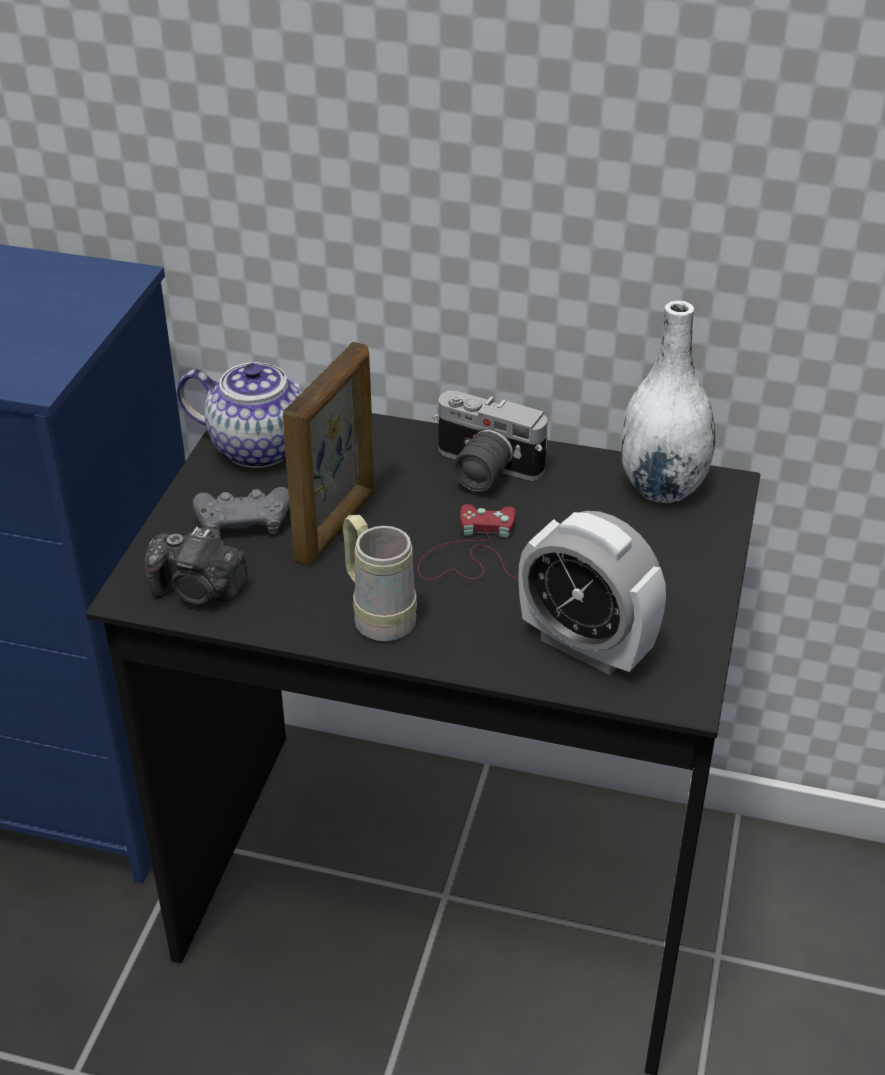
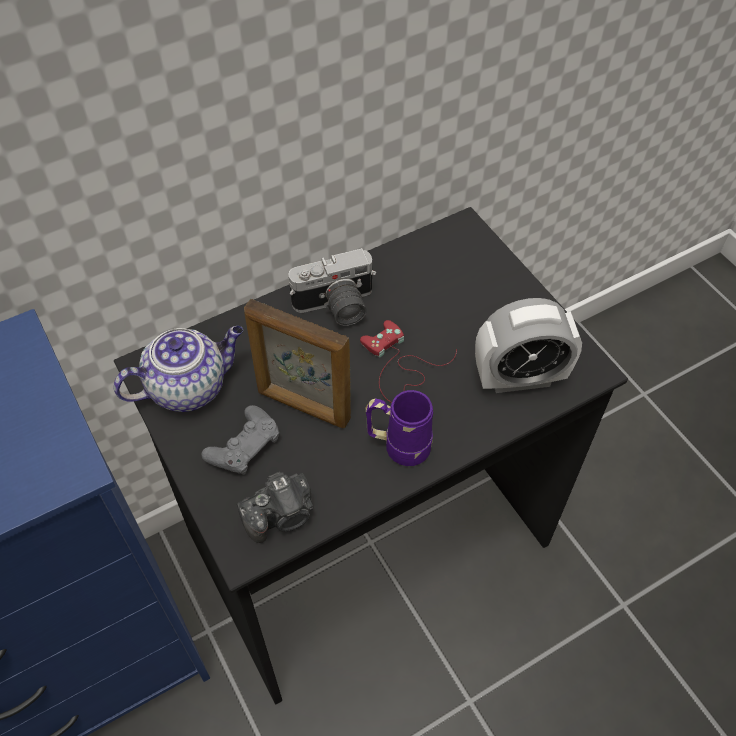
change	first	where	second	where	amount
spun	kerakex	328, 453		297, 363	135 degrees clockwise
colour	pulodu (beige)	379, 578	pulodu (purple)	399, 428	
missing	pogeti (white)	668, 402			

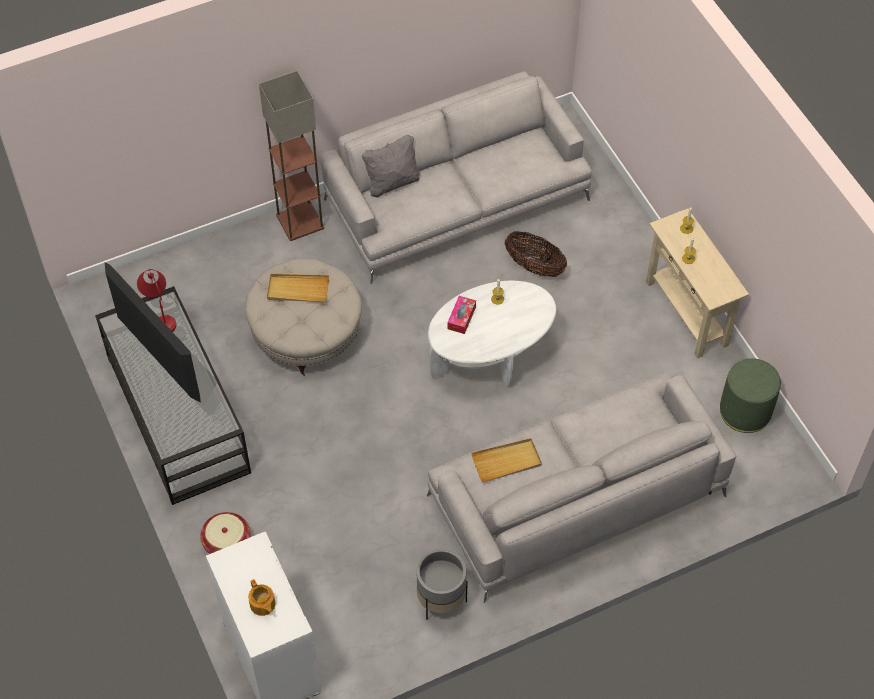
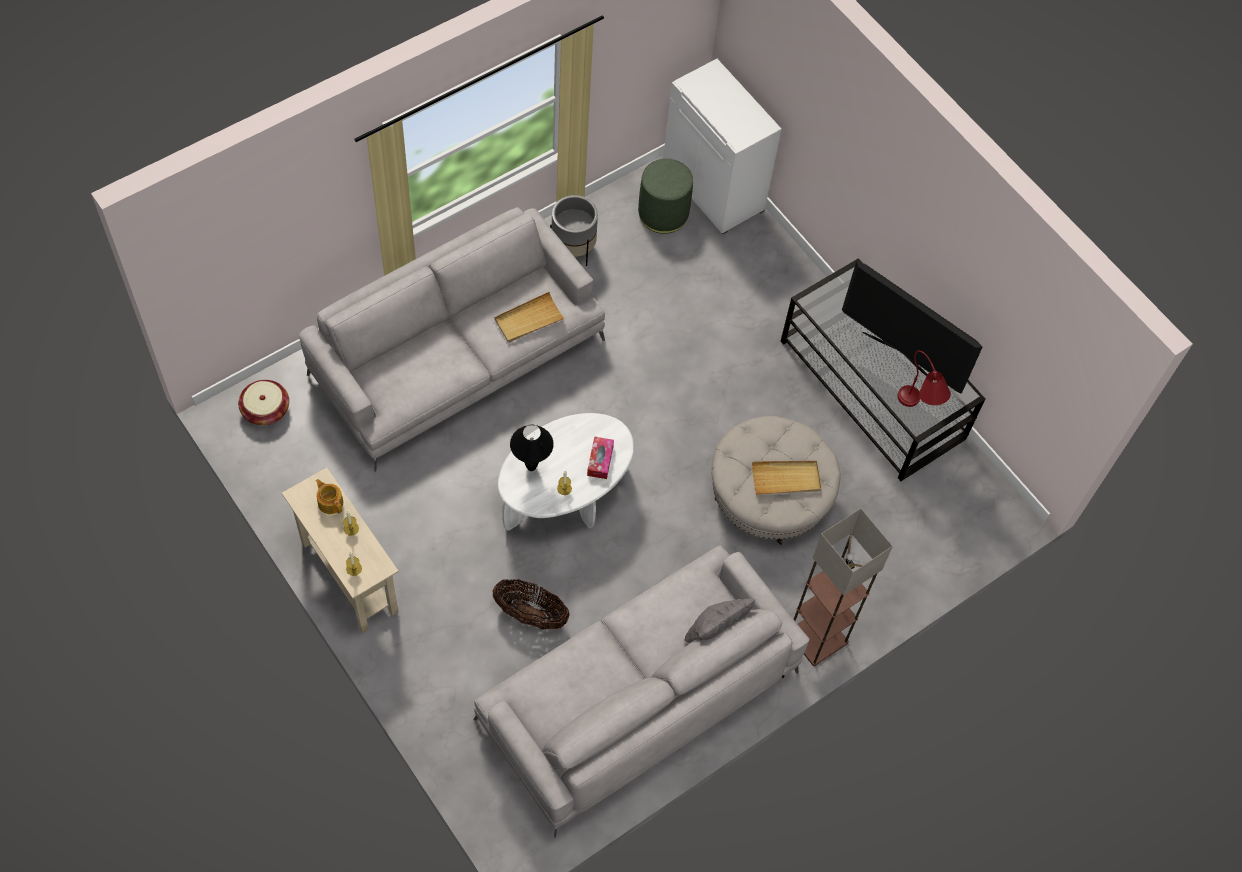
change	first	where	second	where	amount
relocated	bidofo	225, 533		263, 402	
relocated	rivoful	262, 597		329, 496	
appeared			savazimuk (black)	532, 448	
relocated	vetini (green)	750, 395		665, 196	

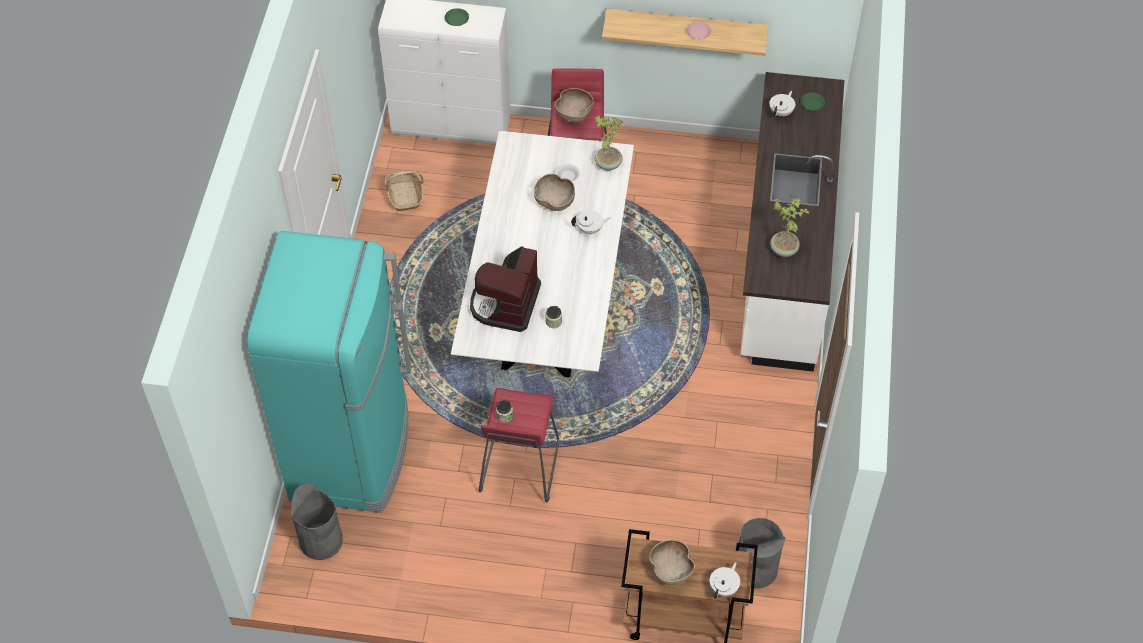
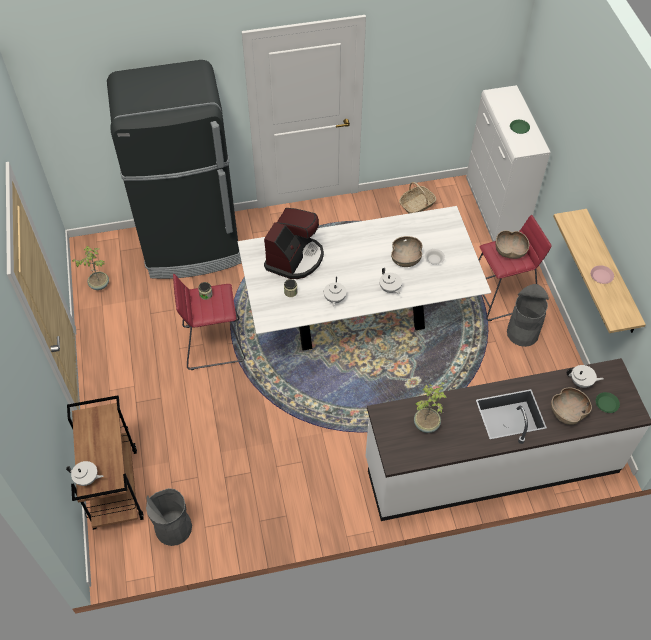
change	first	where	second	where	amount
relocated	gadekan	609, 143		90, 268	
colour	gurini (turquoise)	329, 372	gurini (black)	174, 169	
spun	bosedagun	505, 289		294, 243	120 degrees clockwise
appeared			rivoful (white)	335, 291	
relocated	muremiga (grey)	317, 522		528, 315	
relocated	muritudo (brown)	672, 562		571, 406	

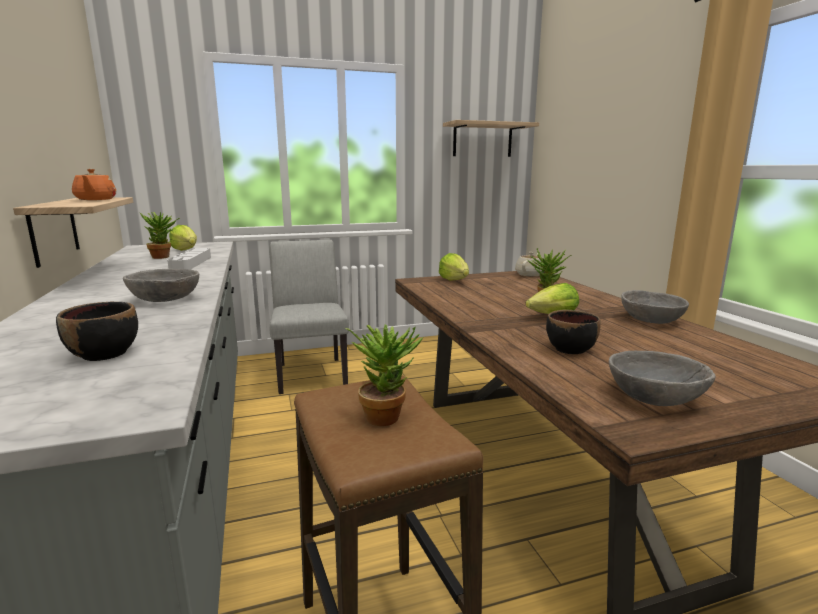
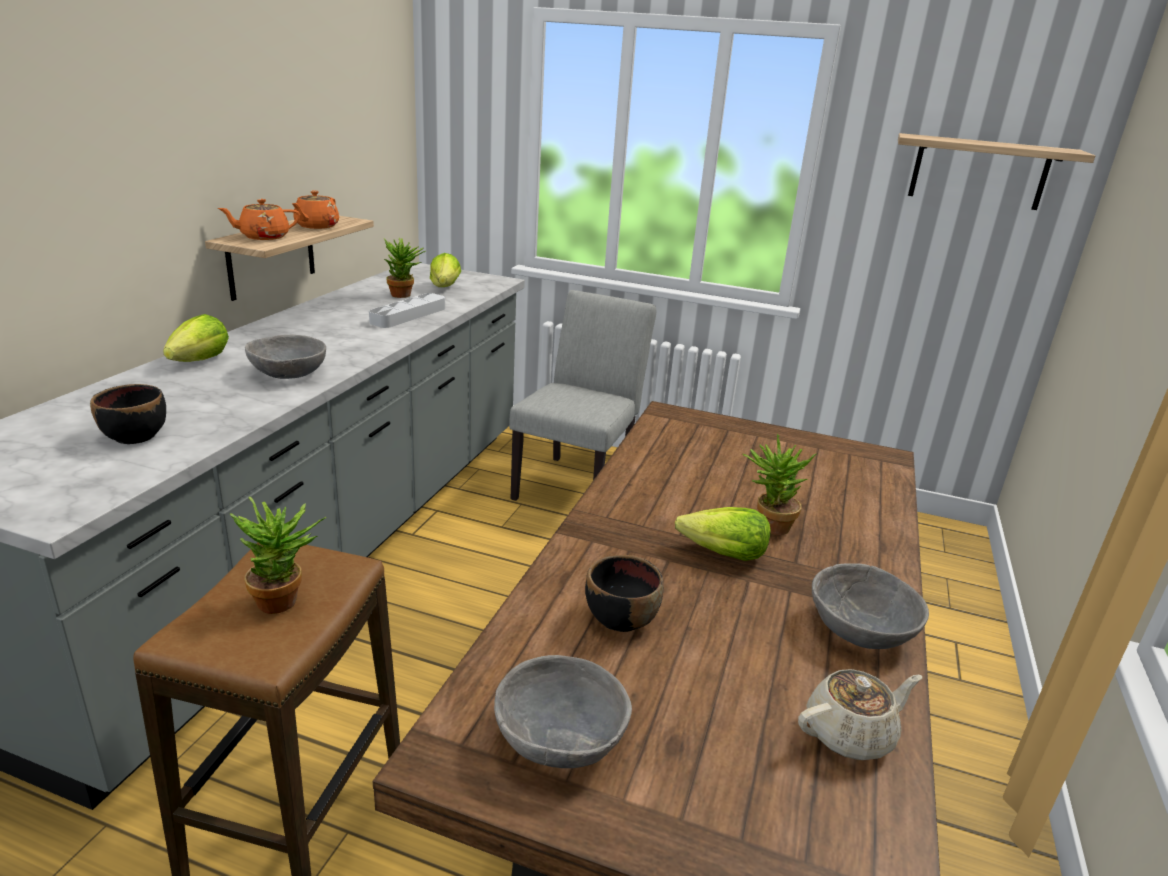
change	first	where	second	where	amount
relocated	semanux	454, 267		196, 338	
appeared			rivoful (orange)	259, 219	
relocated	rivoful (beige)	528, 264		860, 714	

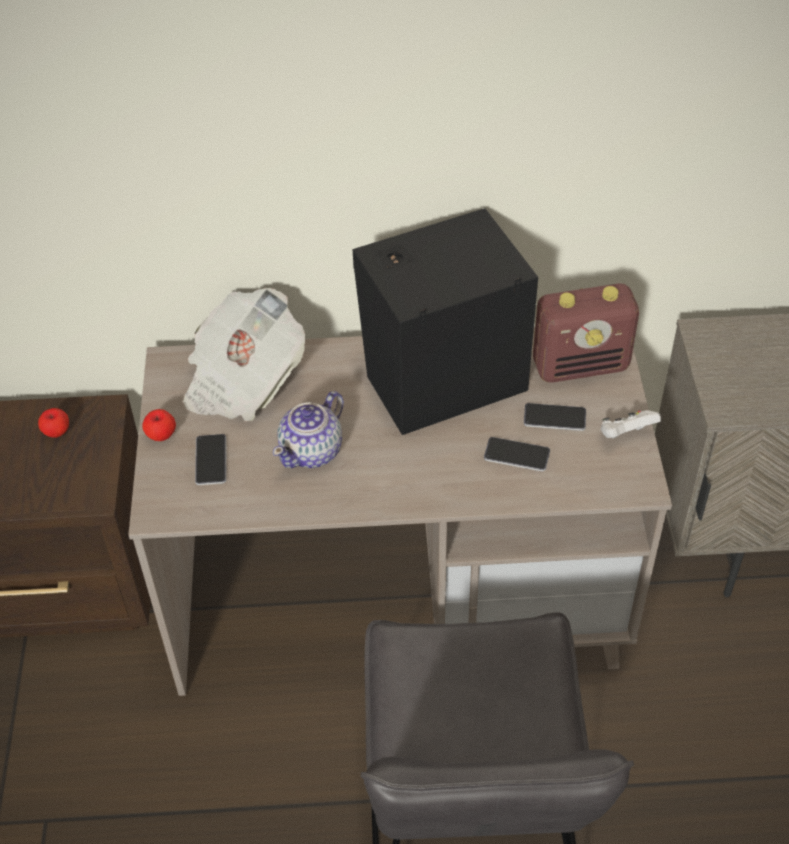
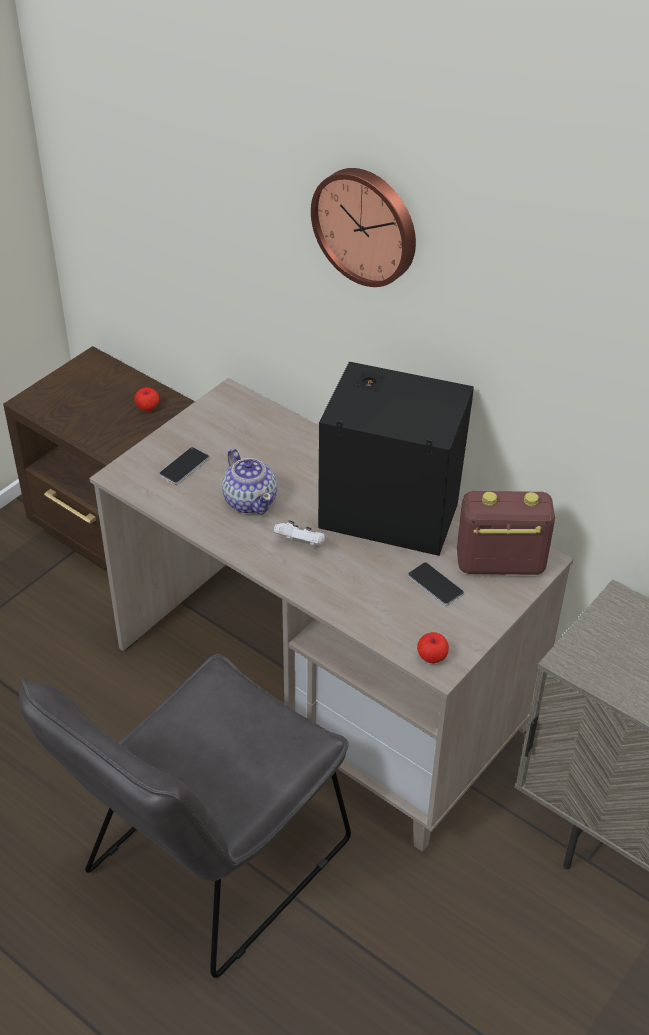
change	first	where	second	where	amount
spun	rivoful	308, 429		249, 481	105 degrees counterclockwise
relocated	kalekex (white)	630, 424		299, 533	
appeared			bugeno	363, 227	
relocated	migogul	159, 425		433, 647	
spun	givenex	586, 333		506, 533	150 degrees clockwise
missing	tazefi	244, 354			
missing	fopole	517, 454			

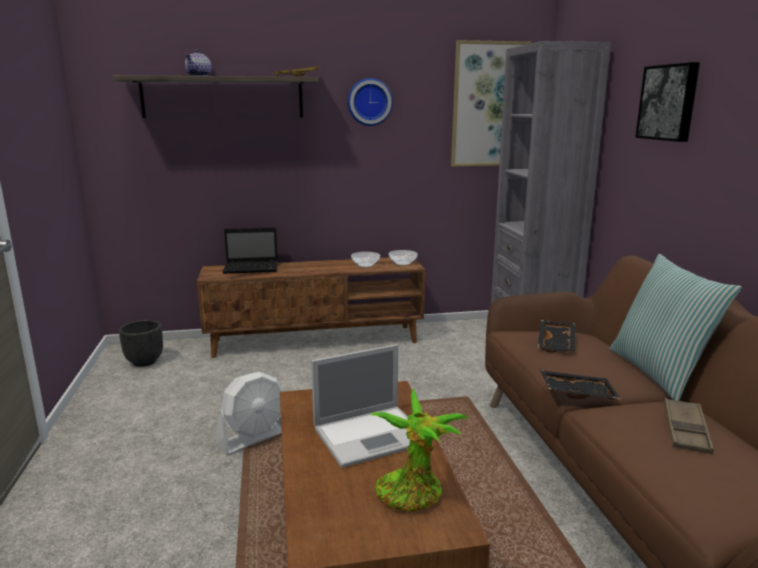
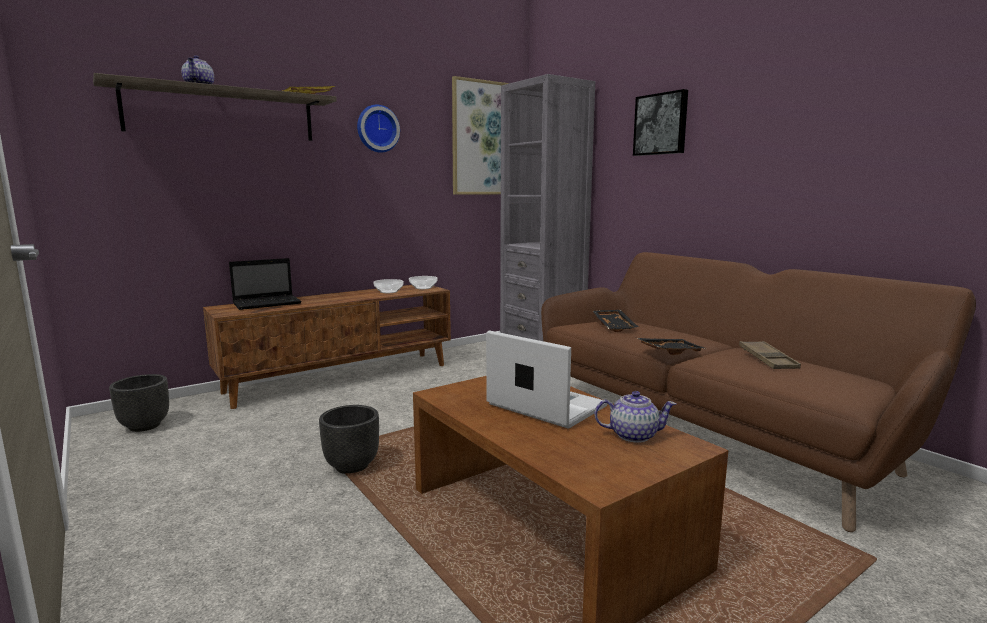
change	first	where	second	where	amount
exchanged	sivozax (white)	249, 413	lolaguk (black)	349, 439	
spun	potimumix	360, 406		546, 379	90 degrees counterclockwise
exchanged	gadekan	419, 450	rivoful	635, 417	
missing	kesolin	675, 327			

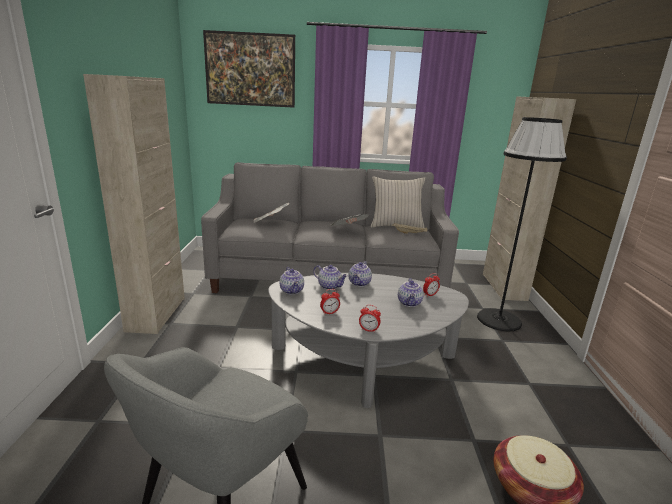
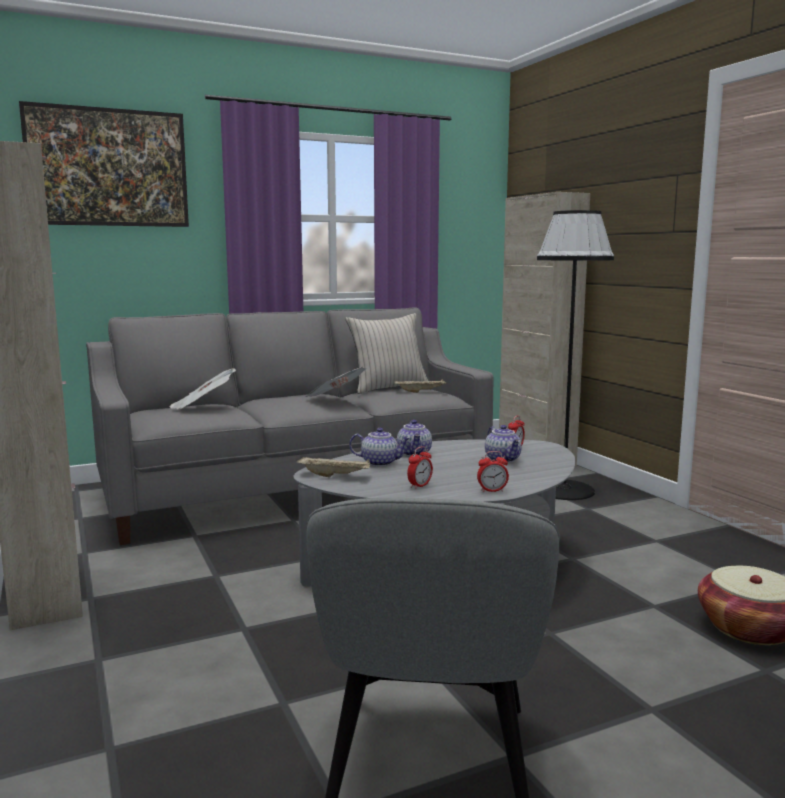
change	first	where	second	where	amount
exchanged	rivoful	291, 281	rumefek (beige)	333, 467	

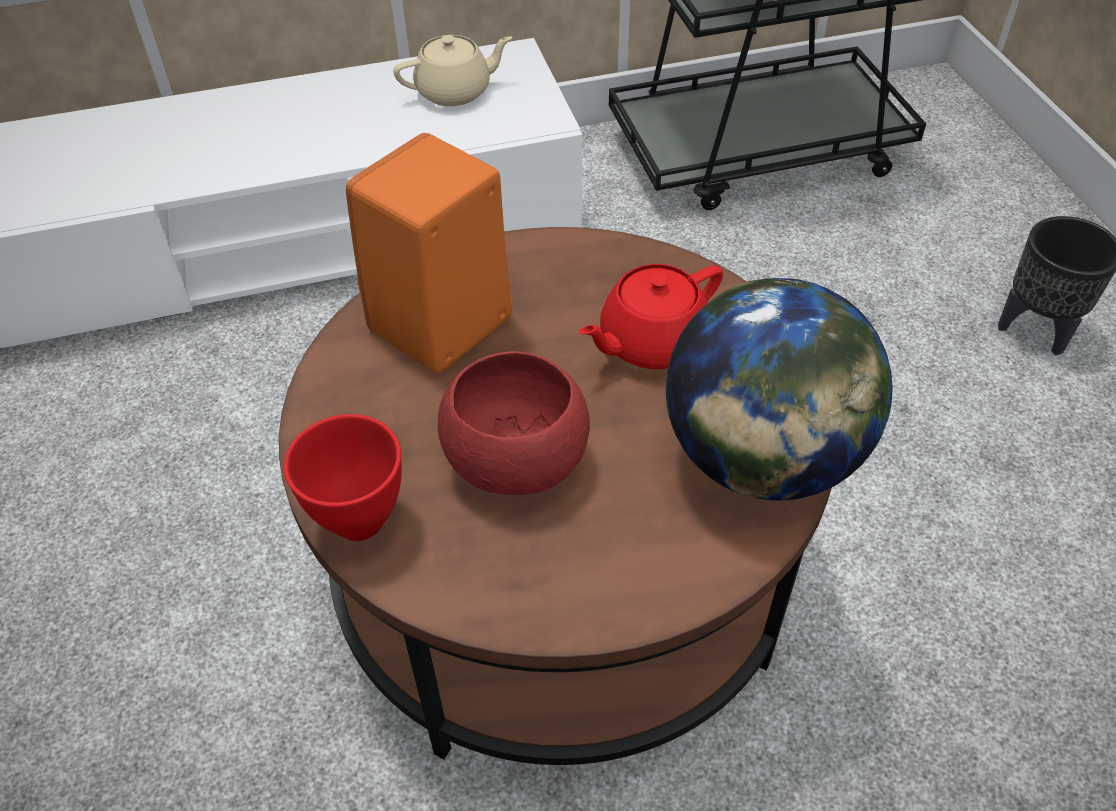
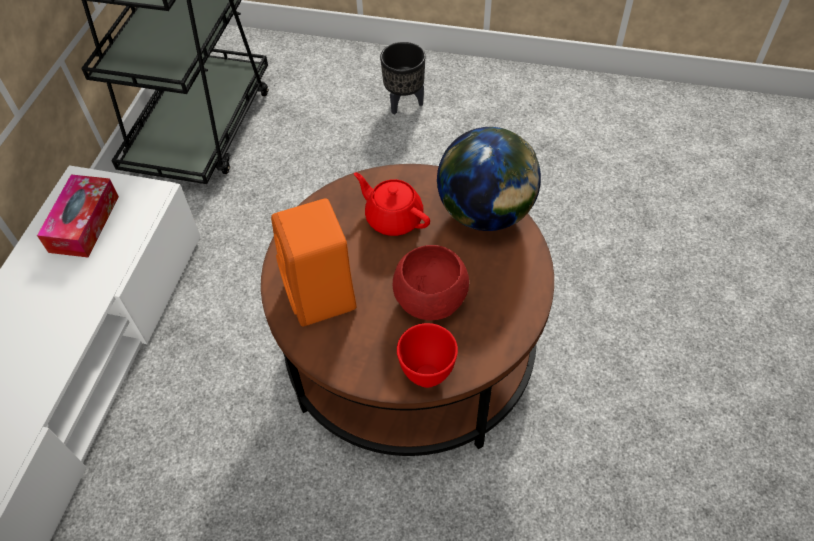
change	first	where	second	where	amount
exchanged	rivoful (beige)	453, 70	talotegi	78, 215	
spun	rivoful (red)	651, 316		392, 204	135 degrees clockwise

